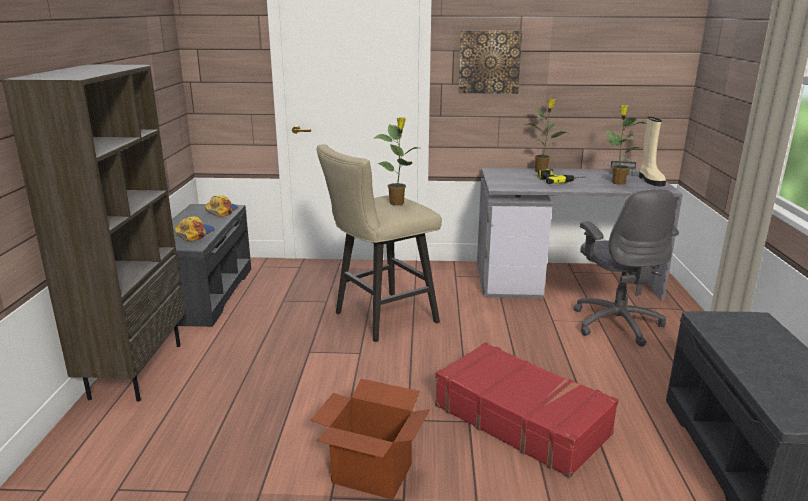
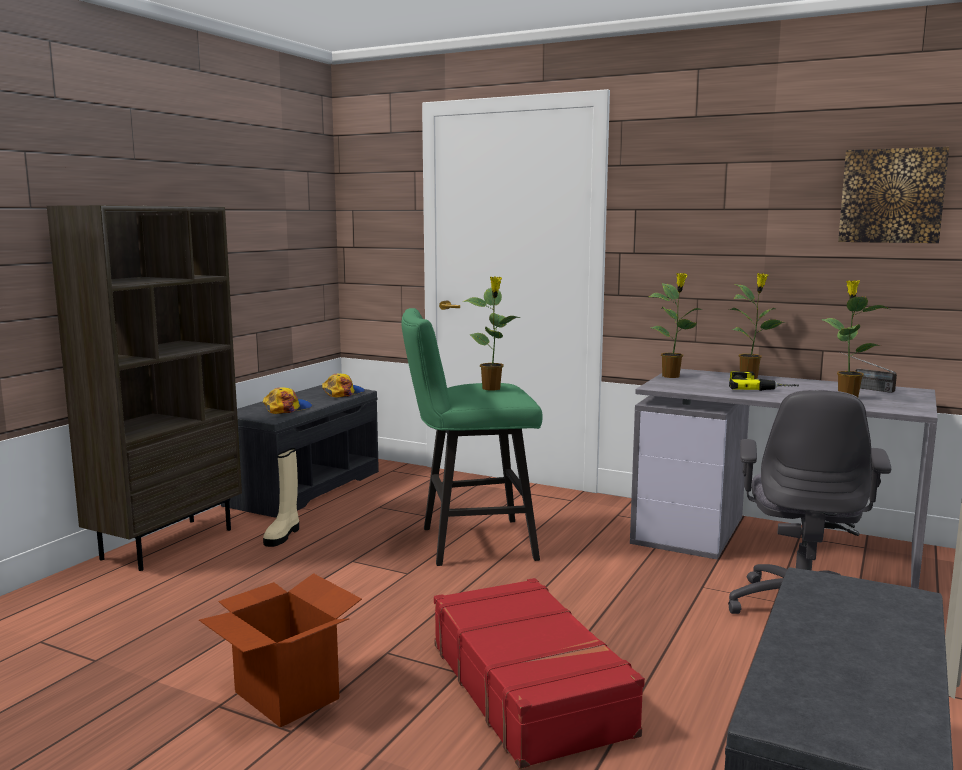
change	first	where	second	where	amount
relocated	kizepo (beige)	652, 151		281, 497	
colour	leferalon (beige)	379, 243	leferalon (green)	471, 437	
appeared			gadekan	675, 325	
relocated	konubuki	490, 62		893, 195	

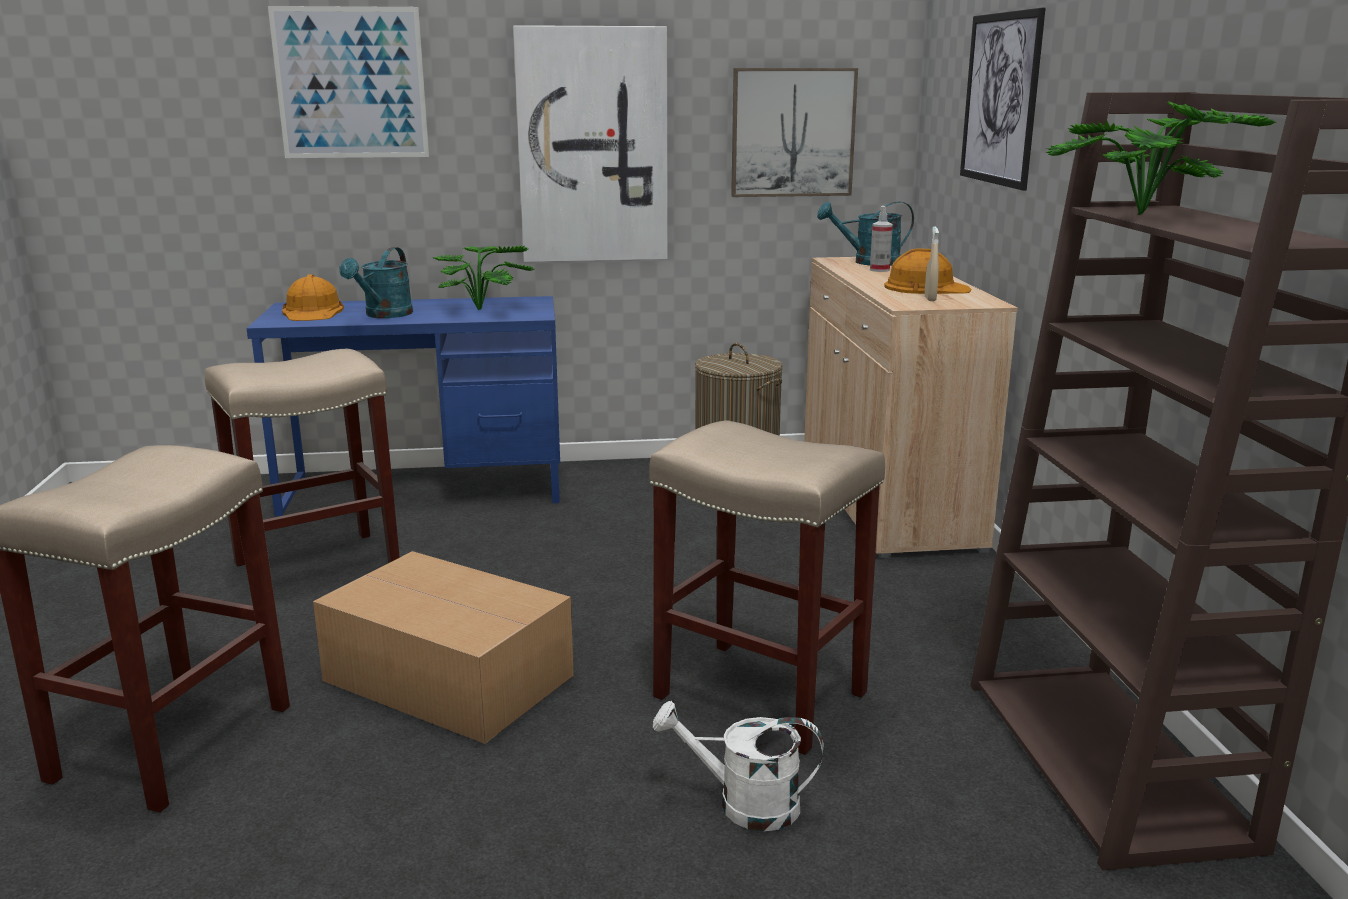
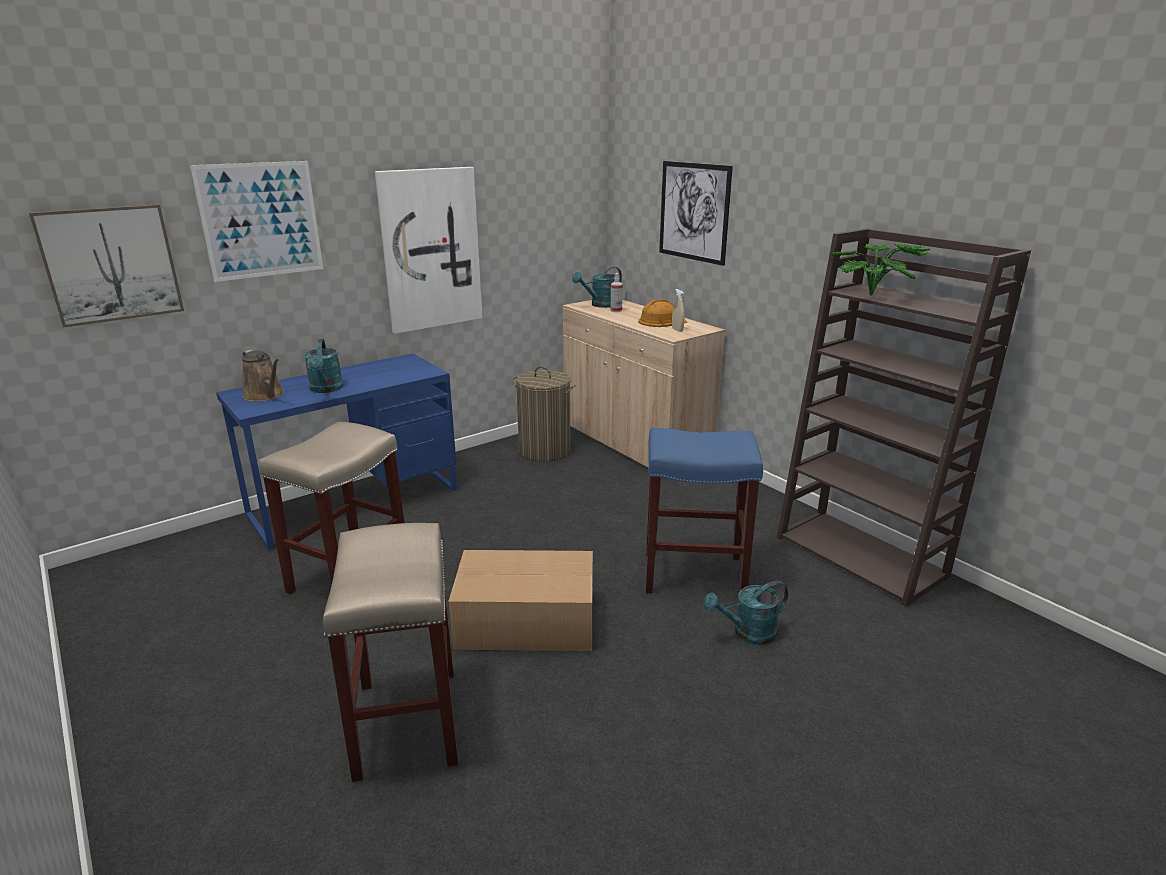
change	first	where	second	where	amount
relocated	konubuki	794, 132		106, 266	
exchanged	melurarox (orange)	313, 297	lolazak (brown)	263, 376	
colour	leferalon (beige)	767, 587	leferalon (blue)	704, 511	
colour	lolazak (white)	738, 766	lolazak (turquoise)	745, 613	
missing	gadekan	484, 277			

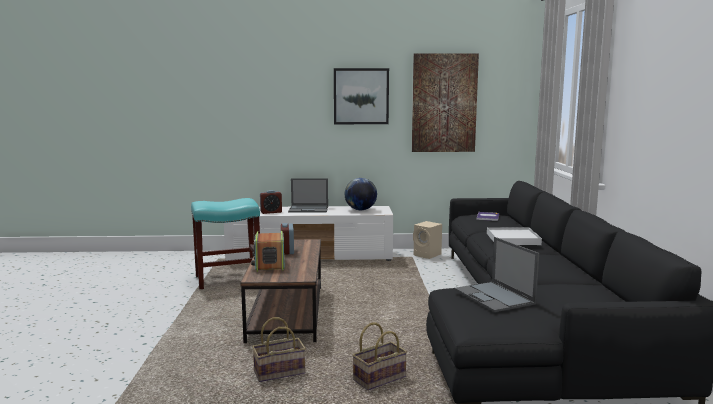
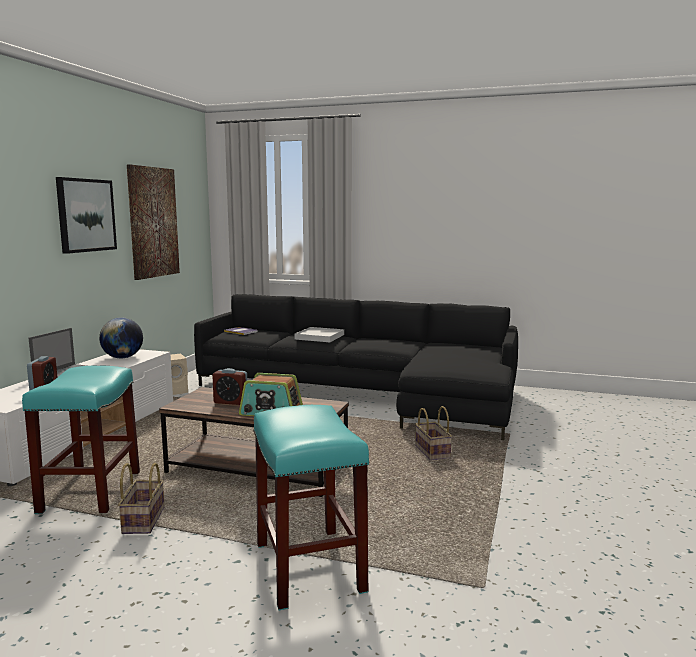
change	first	where	second	where	amount
relocated	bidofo	279, 349		141, 498	
appeared			leferalon (turquoise)	311, 507	
missing	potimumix	496, 274			

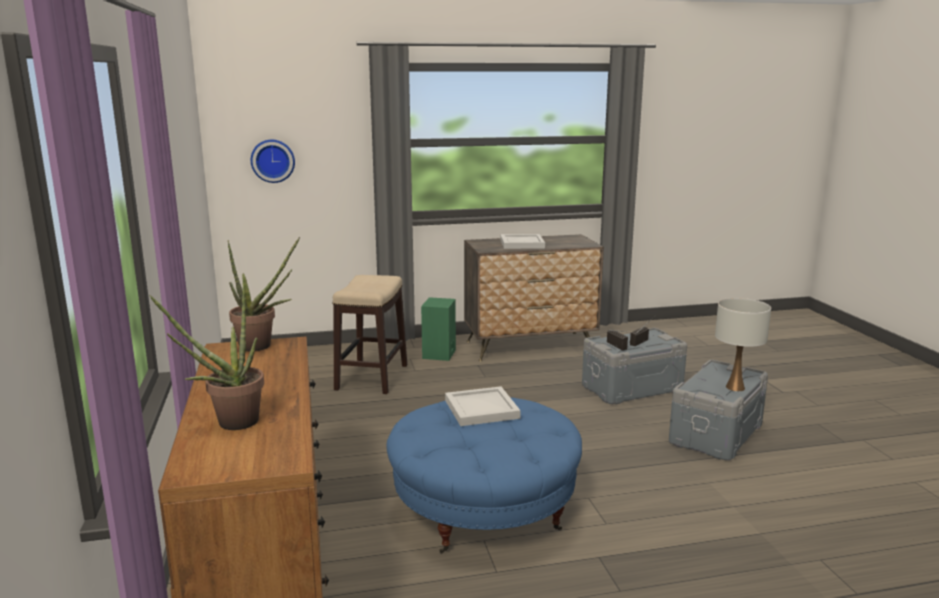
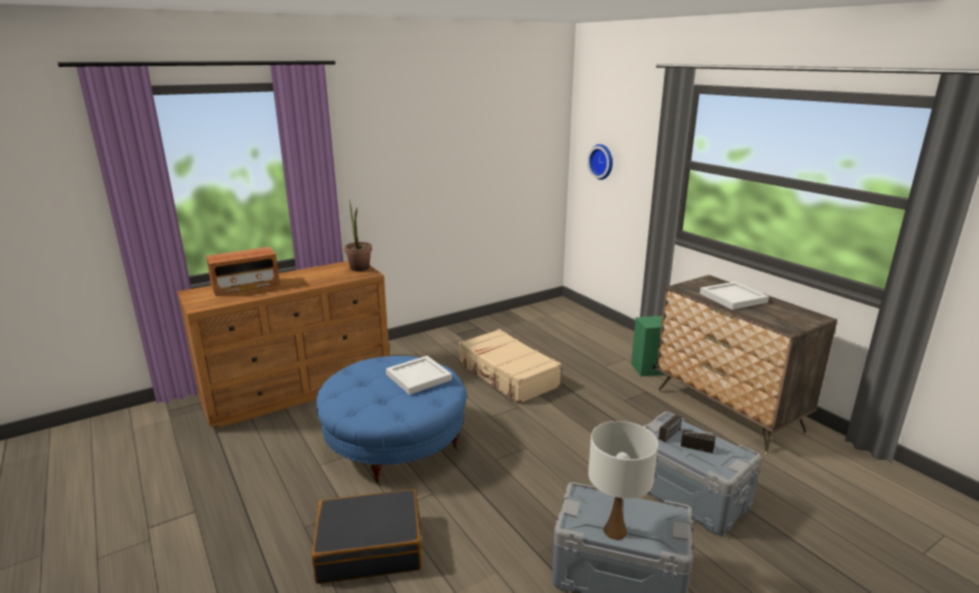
change	first	where	second	where	amount
exchanged	gadekan	206, 356	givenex	243, 271	
appeared			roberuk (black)	366, 536	
appeared			roberuk (beige)	510, 366	
missing	leferalon	369, 334			

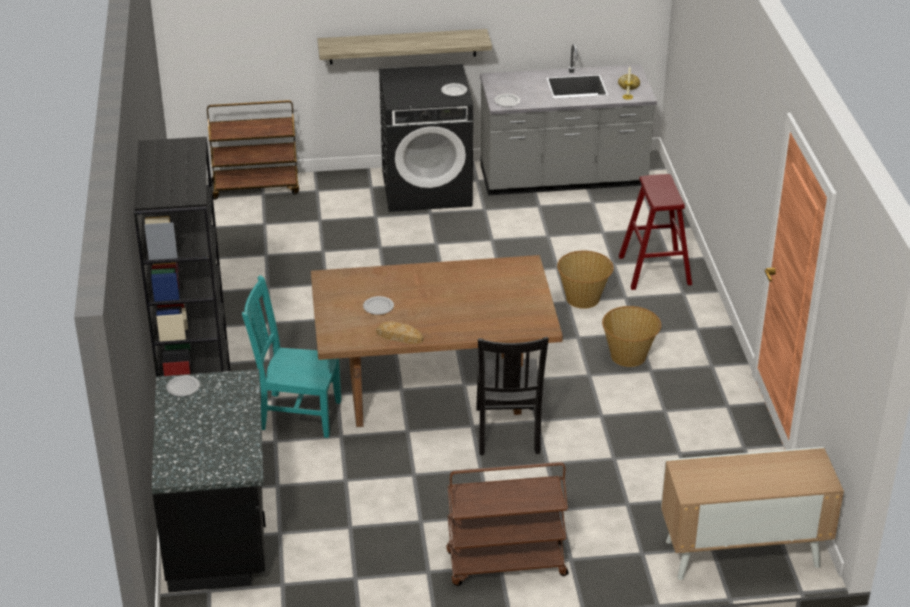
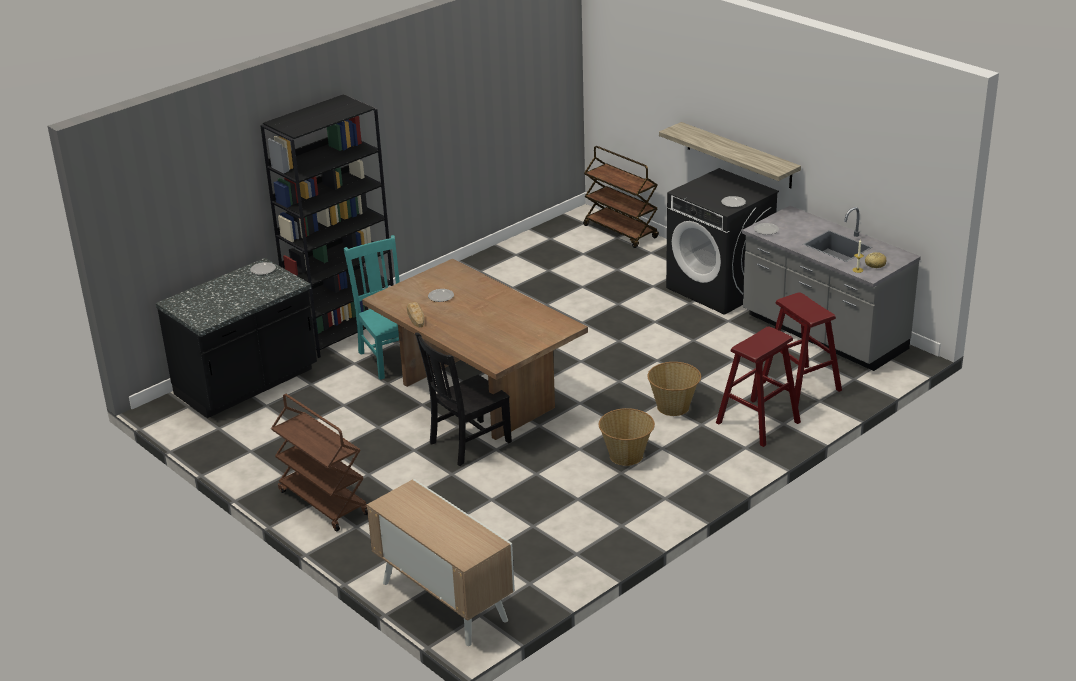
change	first	where	second	where	amount
appeared			leferalon (red)	802, 348	

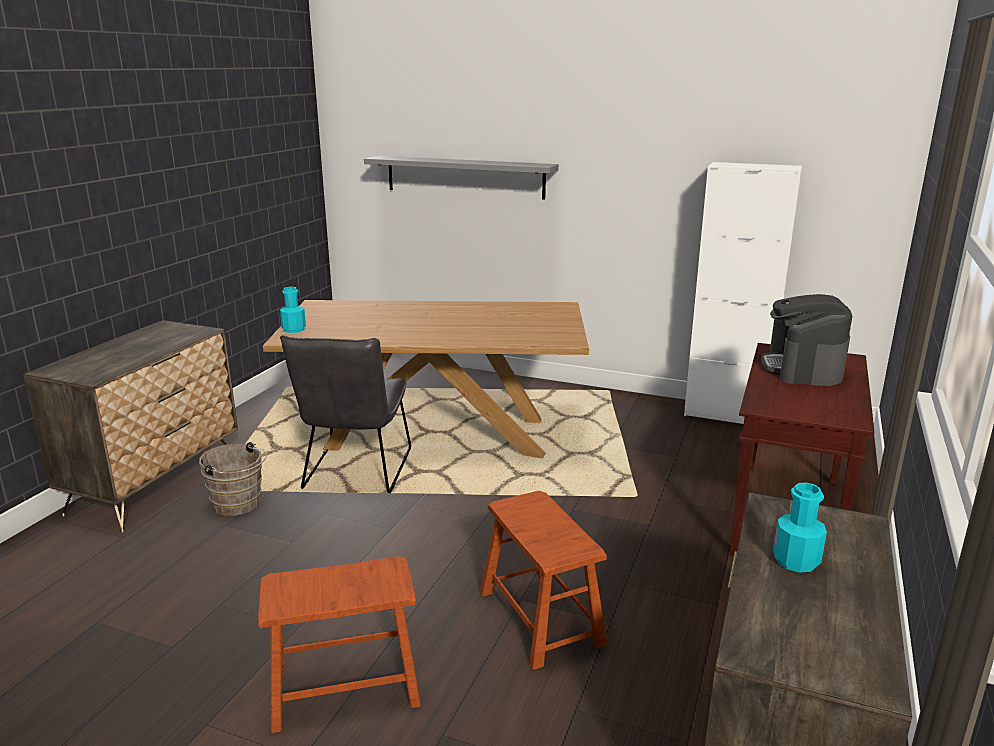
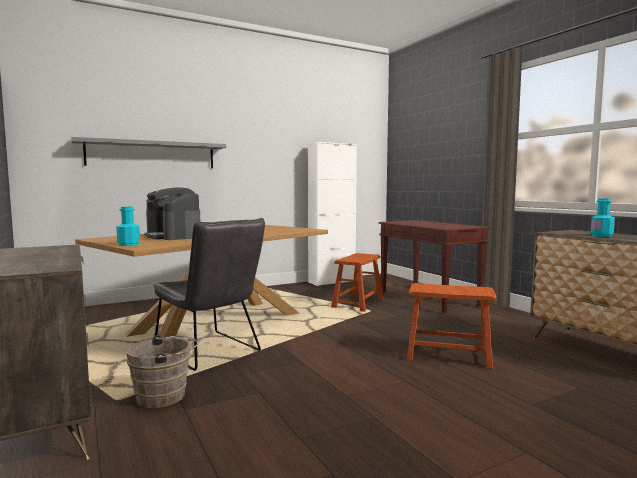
change	first	where	second	where	amount
relocated	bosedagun	806, 340		172, 214	
relocated	leferalon (brown)	339, 644		357, 282	

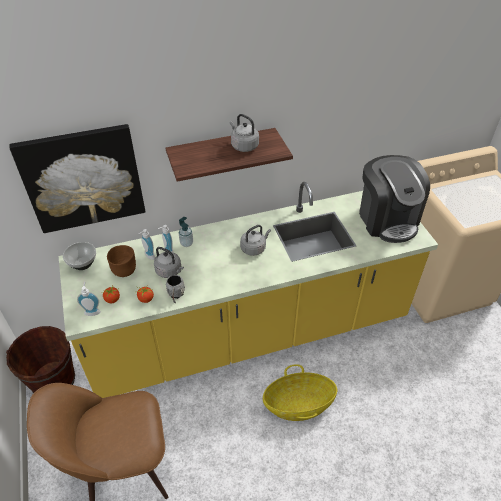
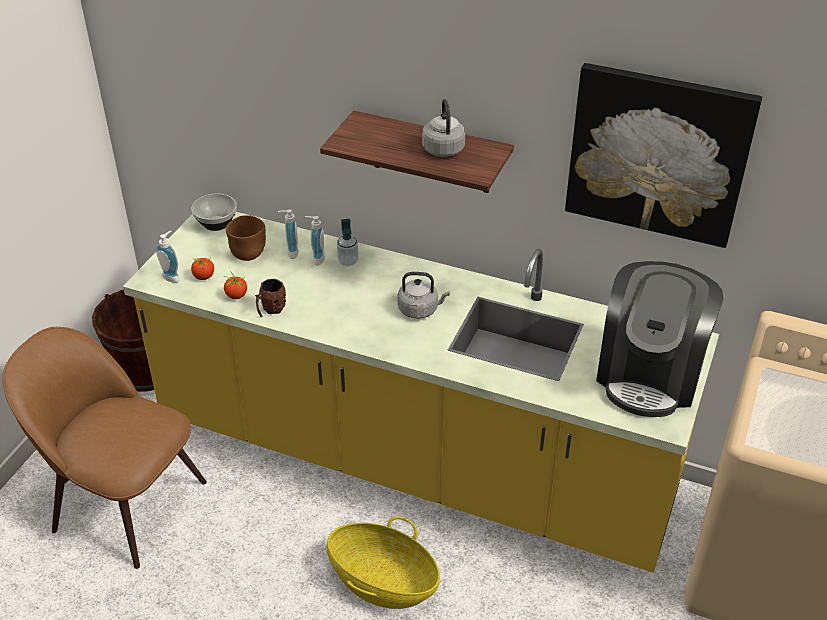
change	first	where	second	where	amount
colour	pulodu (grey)	175, 289	pulodu (brown)	270, 298	
relocated	konubuki	77, 178		663, 155	
missing	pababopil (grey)	169, 262			

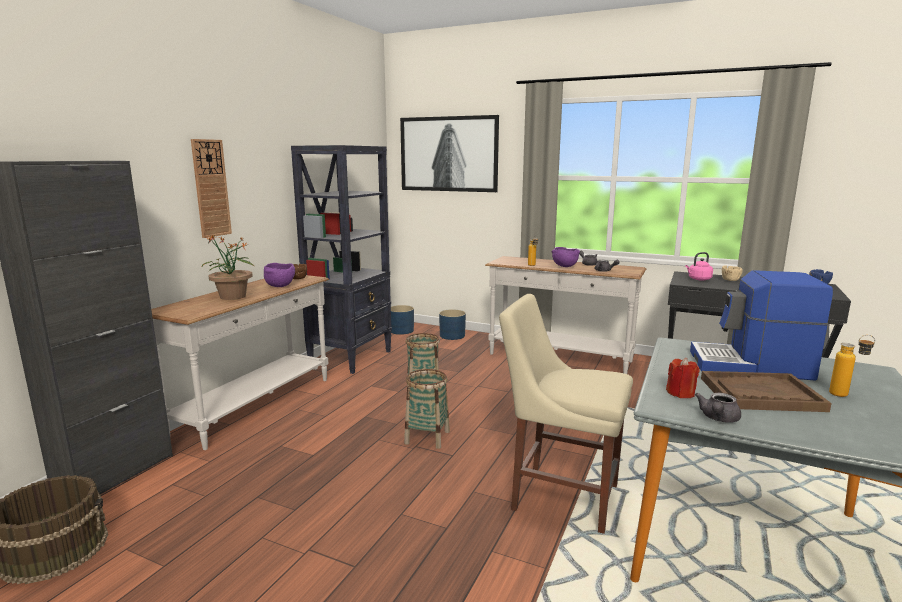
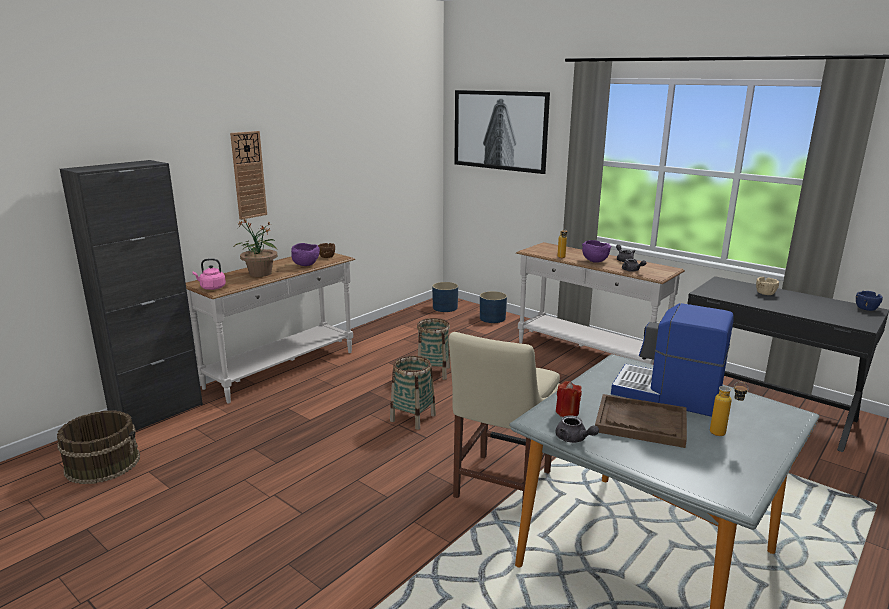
change	first	where	second	where	amount
relocated	pababopil (pink)	699, 266		209, 274	
spun	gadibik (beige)	566, 414		504, 418	105 degrees counterclockwise
spun	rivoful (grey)	718, 408		577, 429	90 degrees counterclockwise
missing	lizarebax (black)	341, 259			

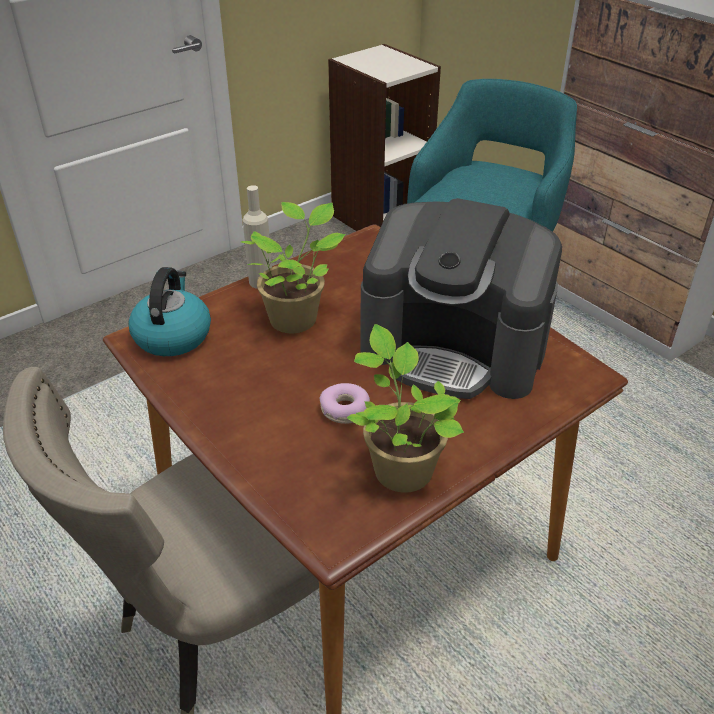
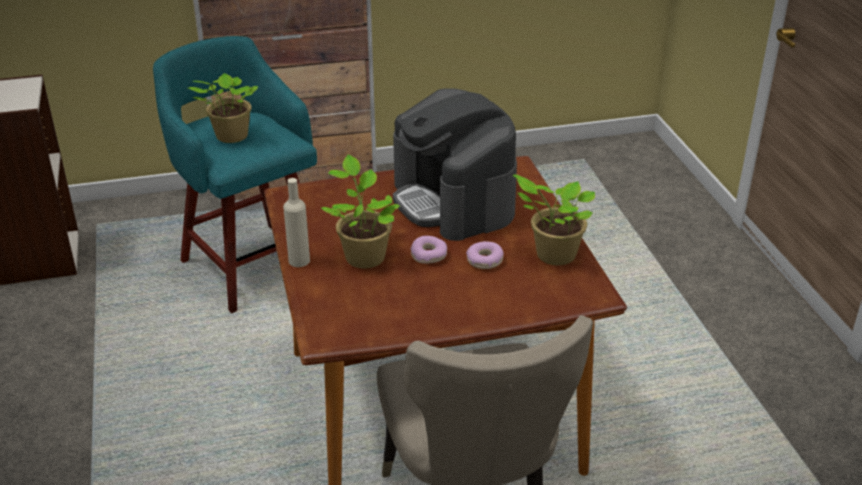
change	first	where	second	where	amount
appeared			gadekan	223, 108	
spun	bosedagun	461, 298		455, 164	105 degrees clockwise
appeared			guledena	428, 250	
missing	pababopil	169, 311			

